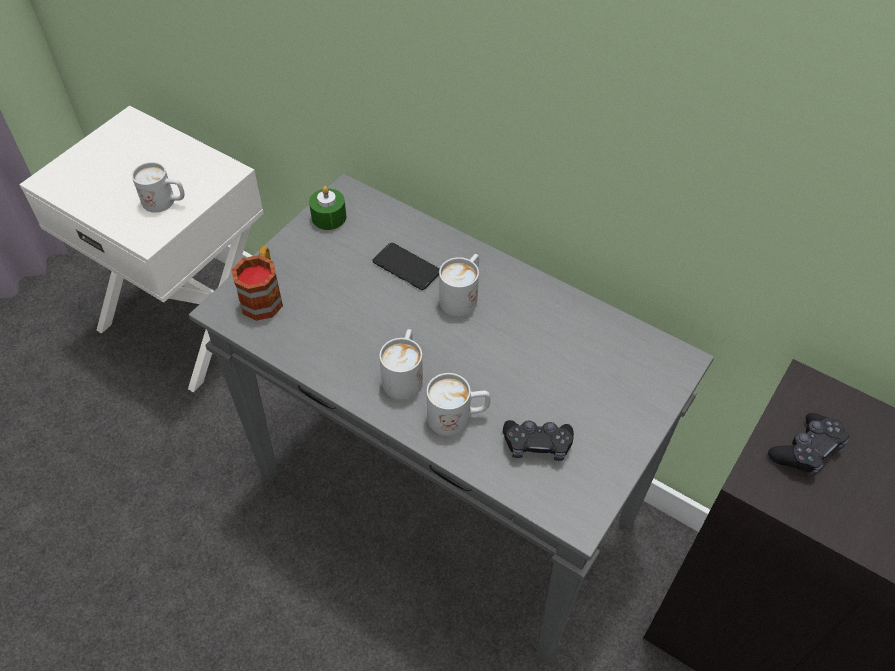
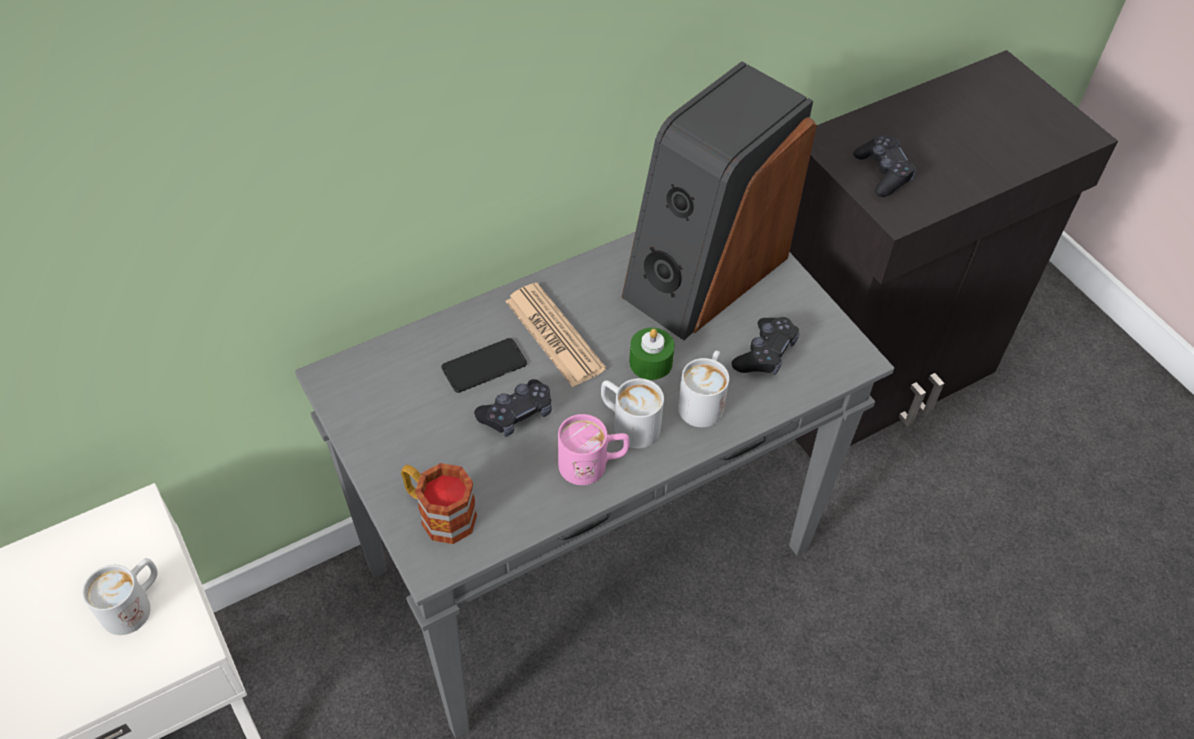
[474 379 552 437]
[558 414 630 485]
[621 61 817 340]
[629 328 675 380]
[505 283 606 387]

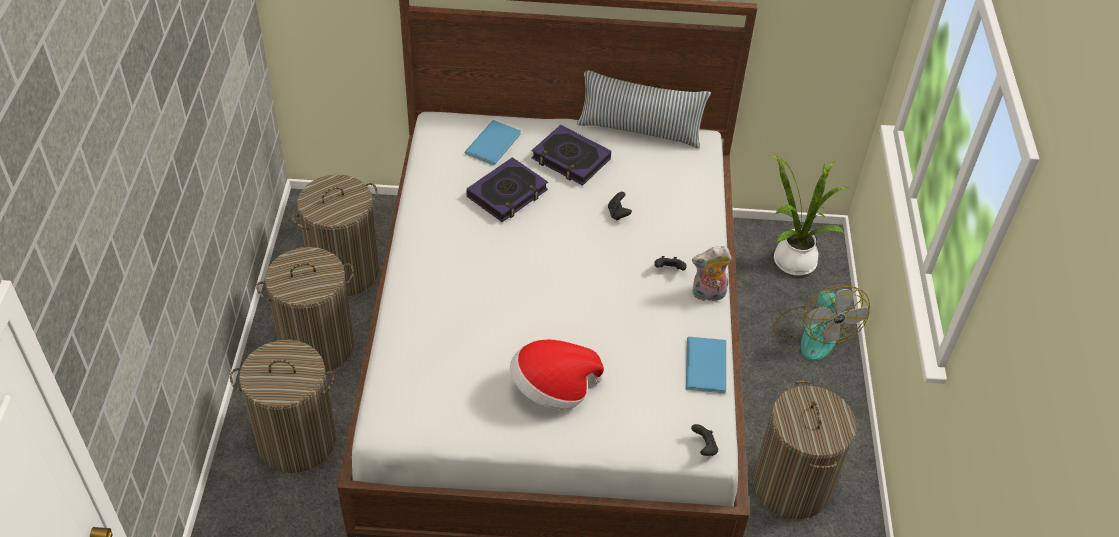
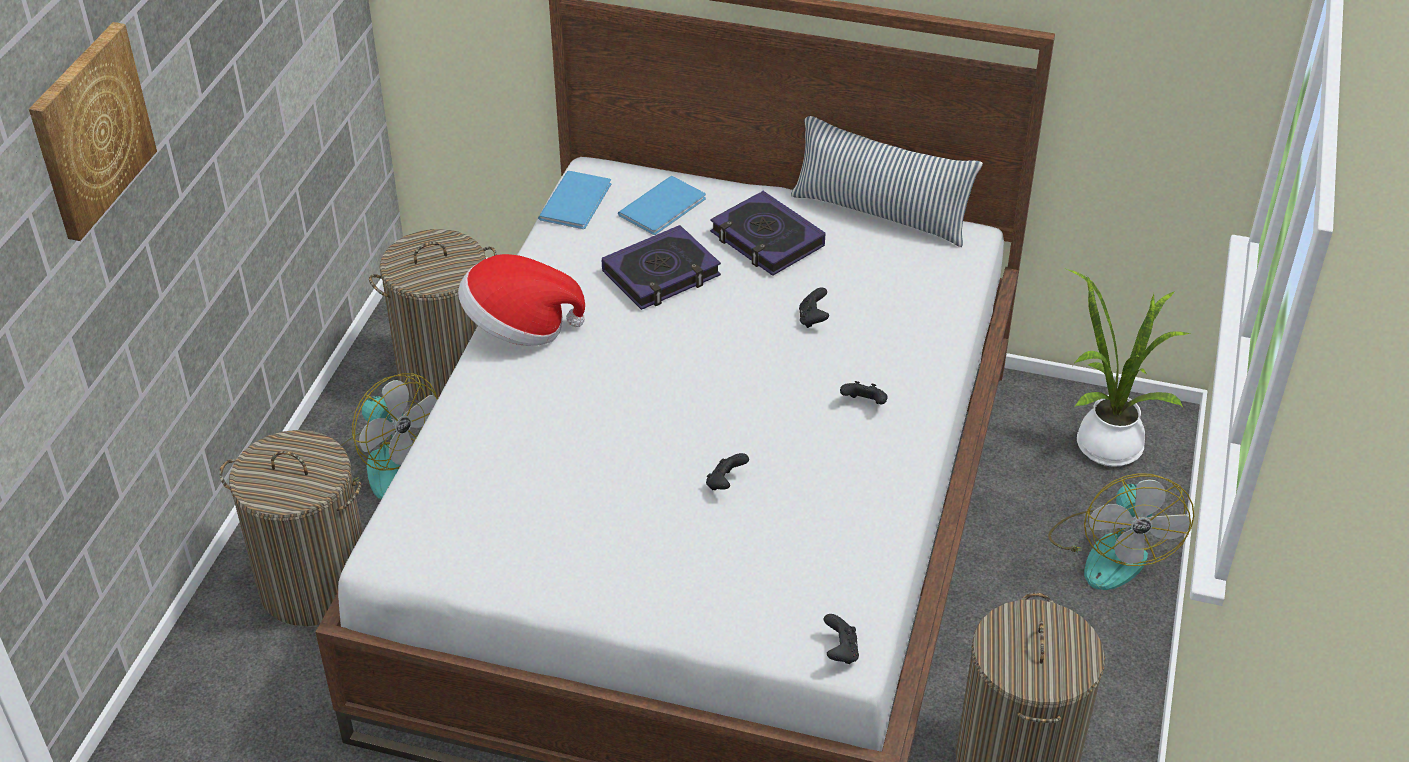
[692 246 732 301] (first image)
[29 22 157 241]
[706 453 749 490]
[458 254 585 346]
[538 171 611 229]
[341 373 438 499]

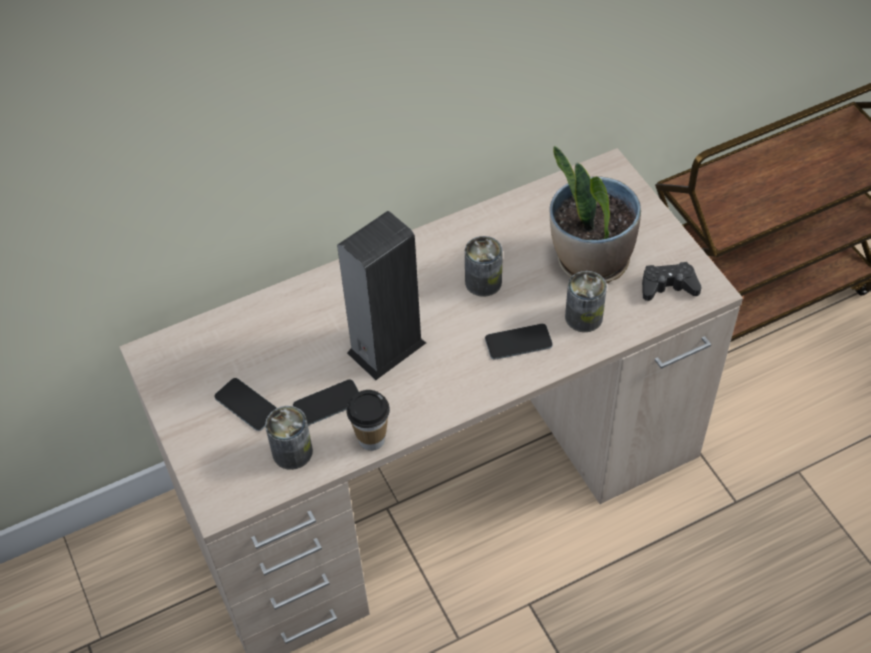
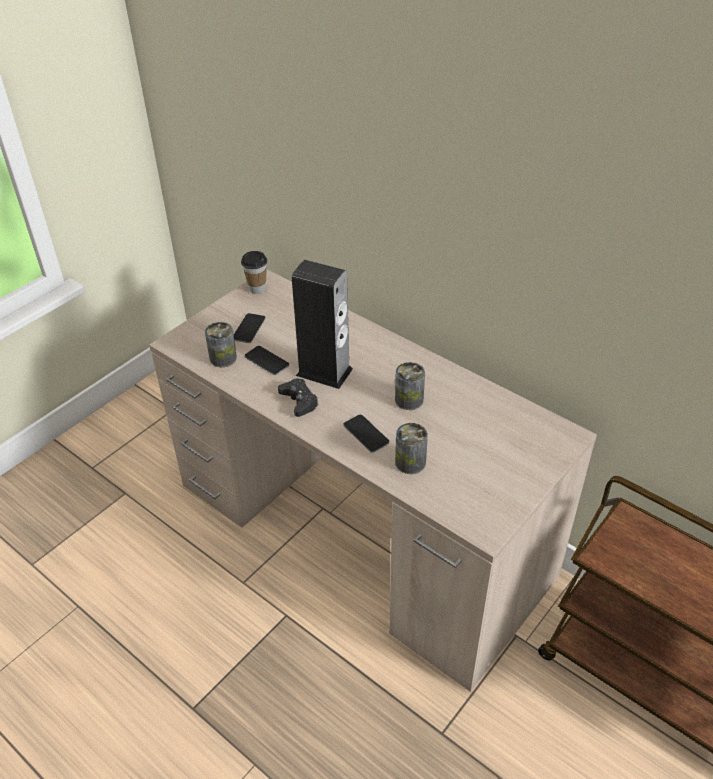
[549 145 641 283] (first image)
[241 251 267 294]
[278 378 319 417]

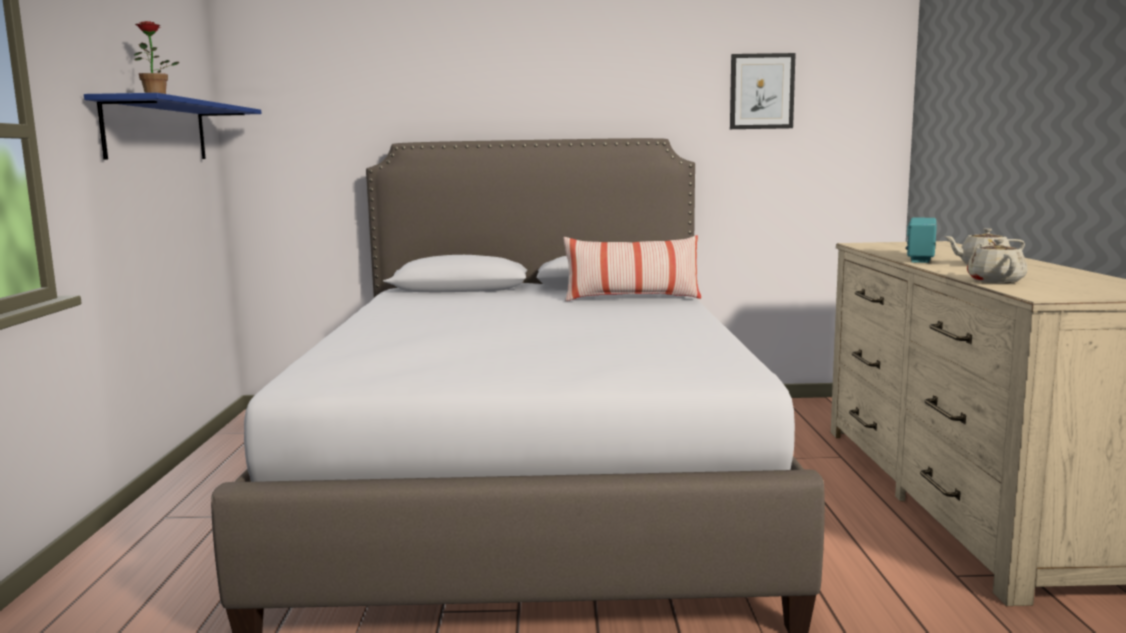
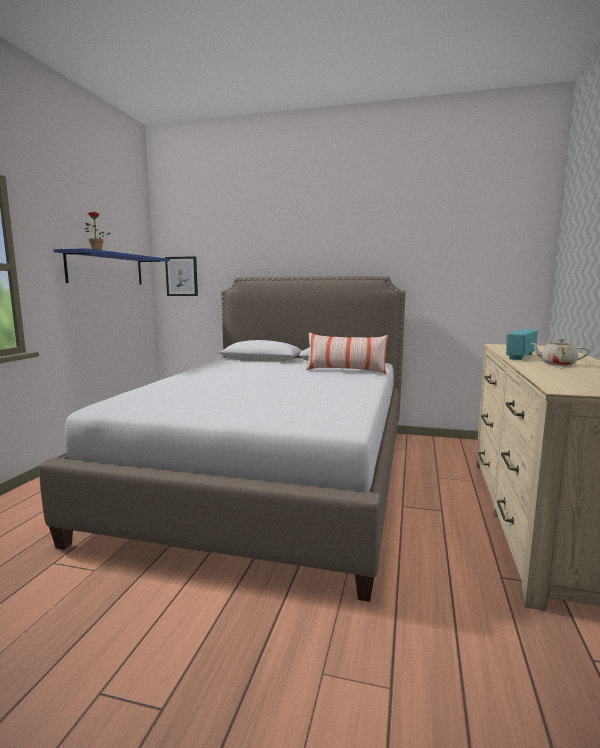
[967 239 1027 283] (first image)
[165 256 198 296]

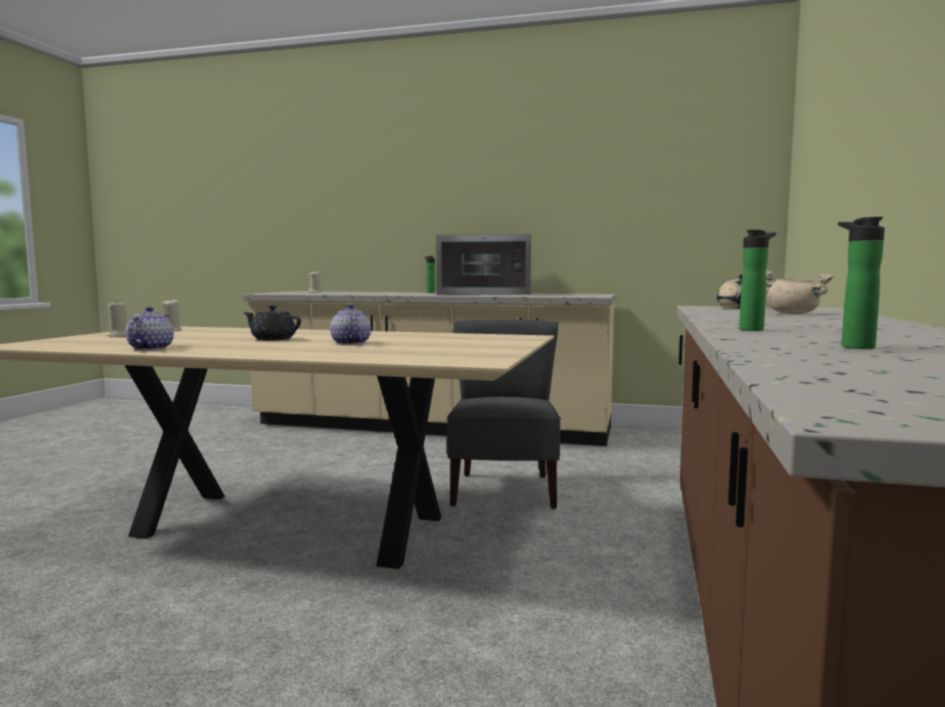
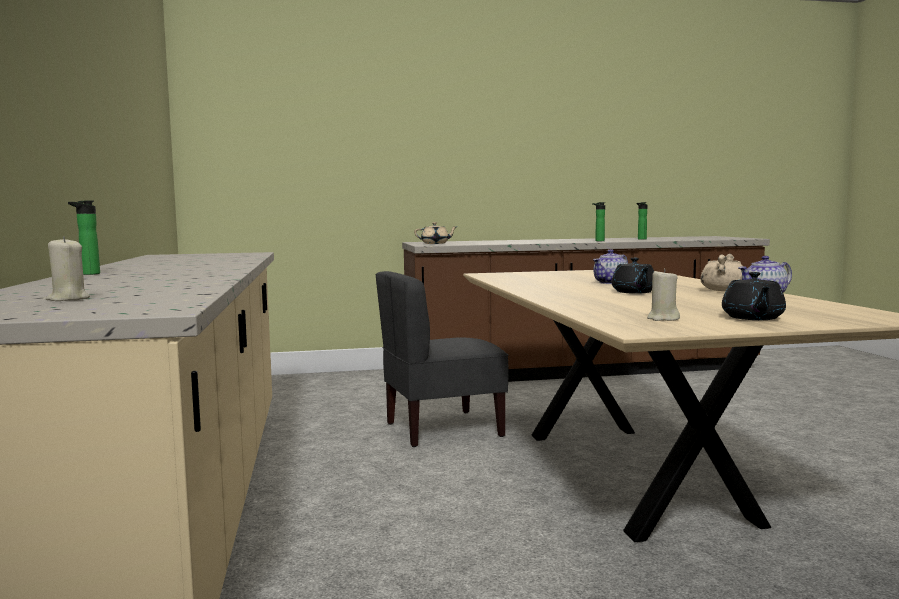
[436 234 531 295] (first image)
[701 254 742 291]
[722 272 786 320]

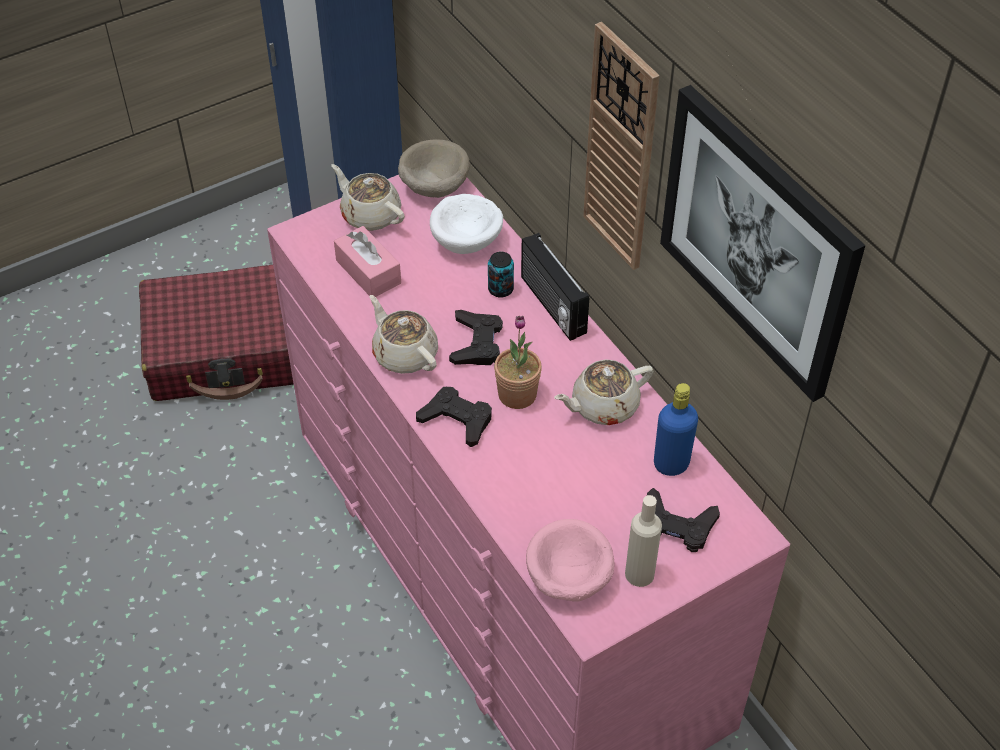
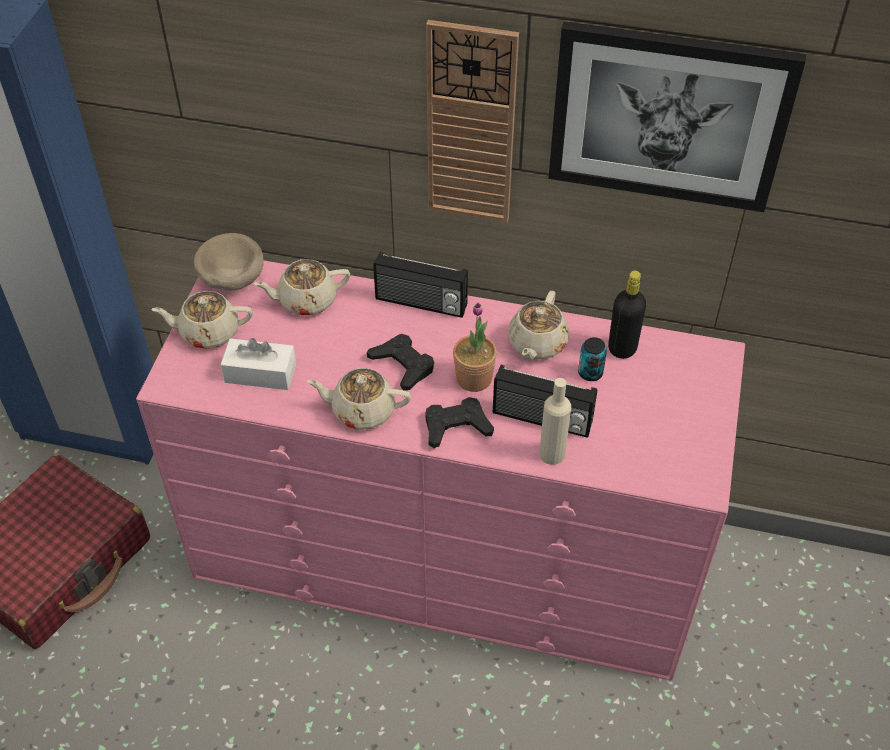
[526 519 615 601] (first image)
[647 488 720 552] (first image)
[493 365 597 438]
[578 337 607 381]
[539 378 571 465]
[254 259 350 315]
[220 338 296 390]
[608 271 646 359]

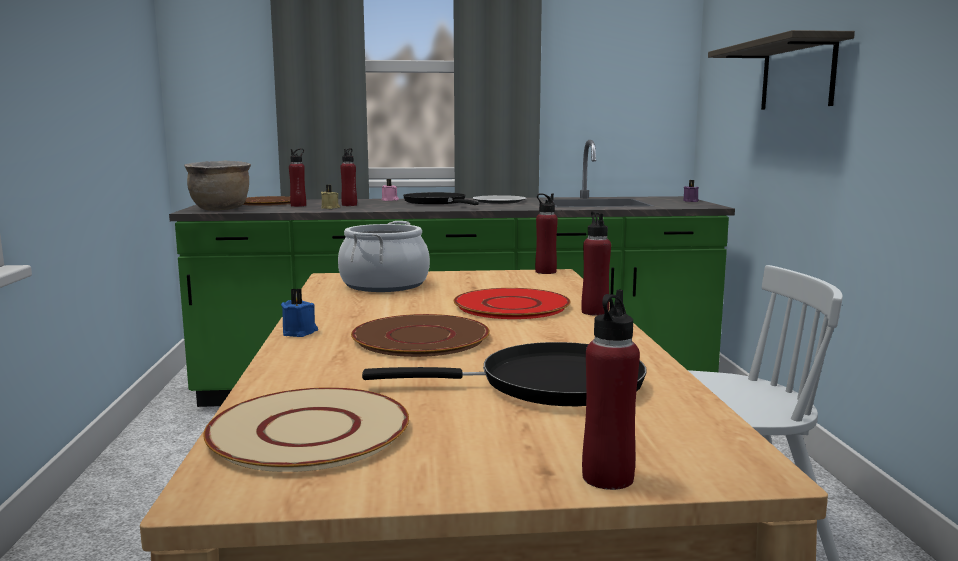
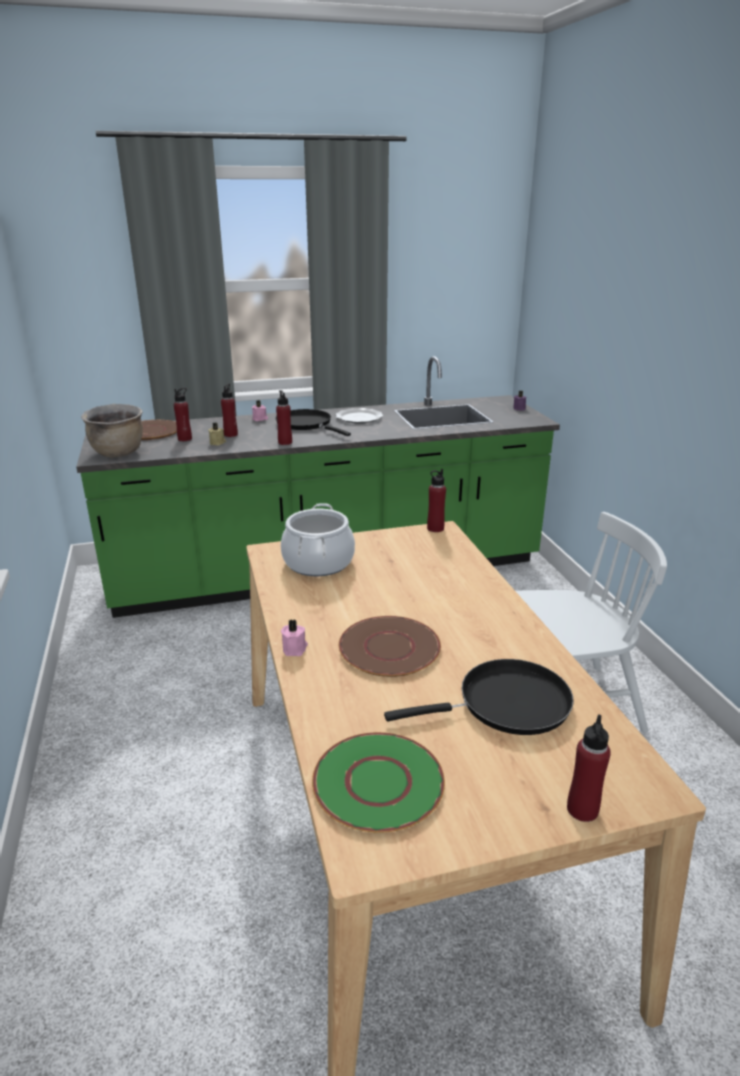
[454 288 571 319] (first image)
[708 30 855 110] (first image)
[276 390 292 445]
[312 732 445 833]
[281 619 308 656]

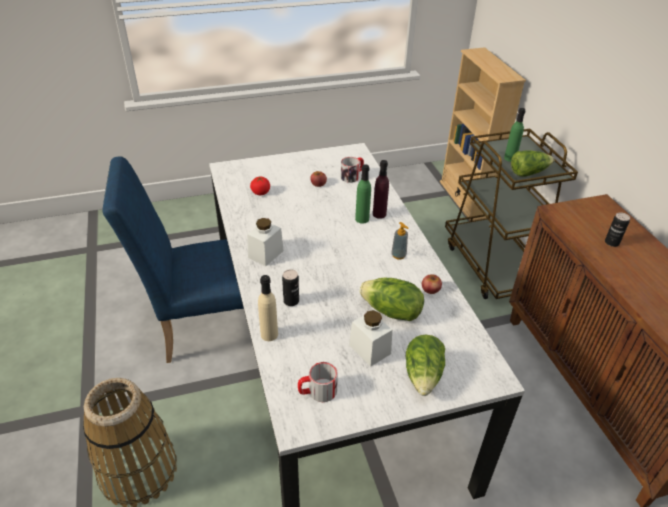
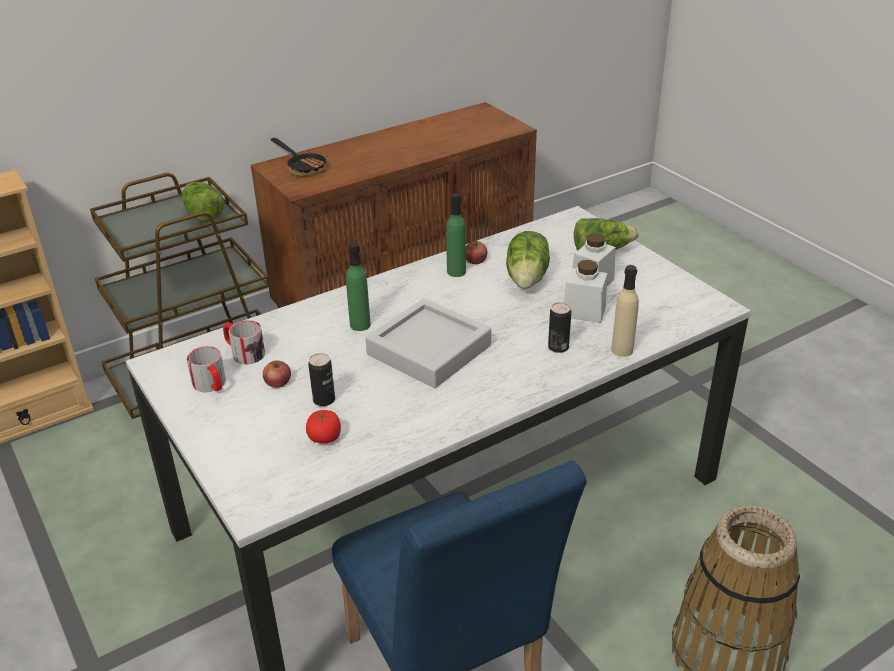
[373 160 389 219] (first image)
[391 222 408 260] (first image)
[271 138 328 176]
[366 298 491 388]
[564 260 607 323]
[187 346 226 392]
[446 193 466 277]
[308 353 335 406]

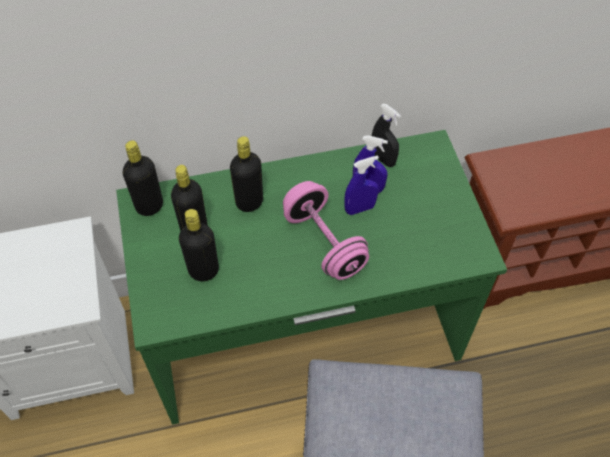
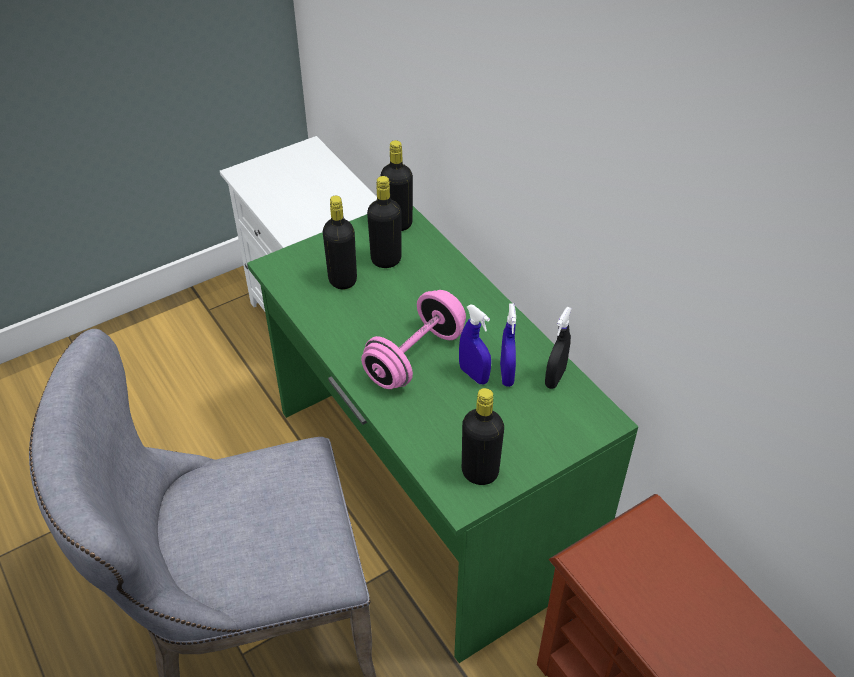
[462 388 504 485]

